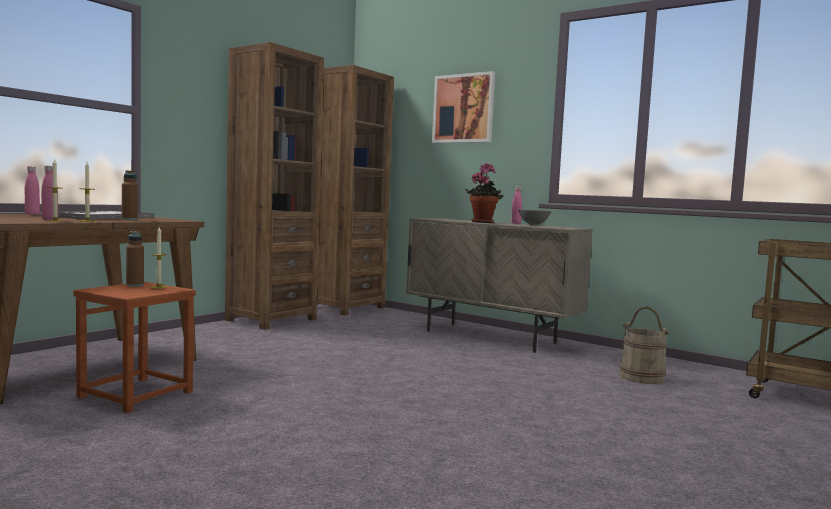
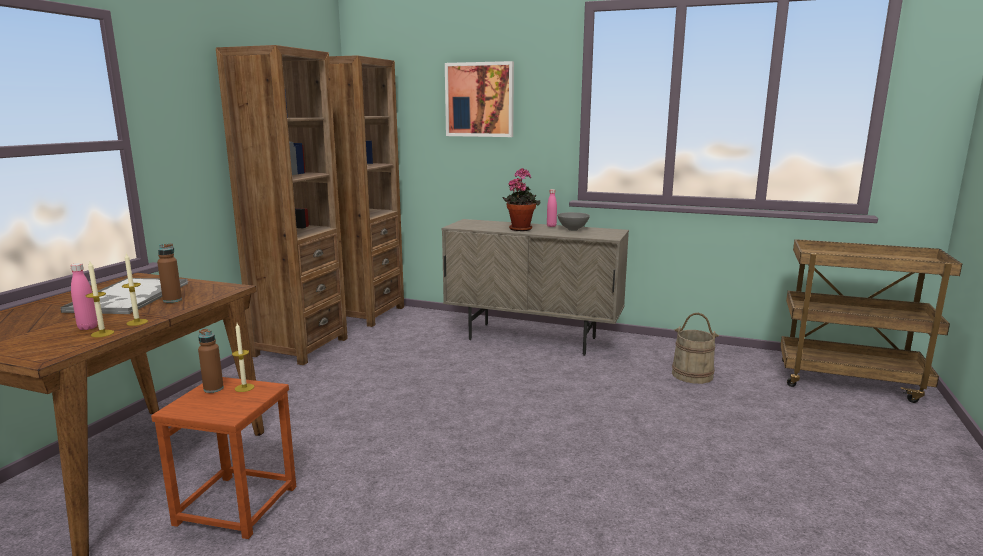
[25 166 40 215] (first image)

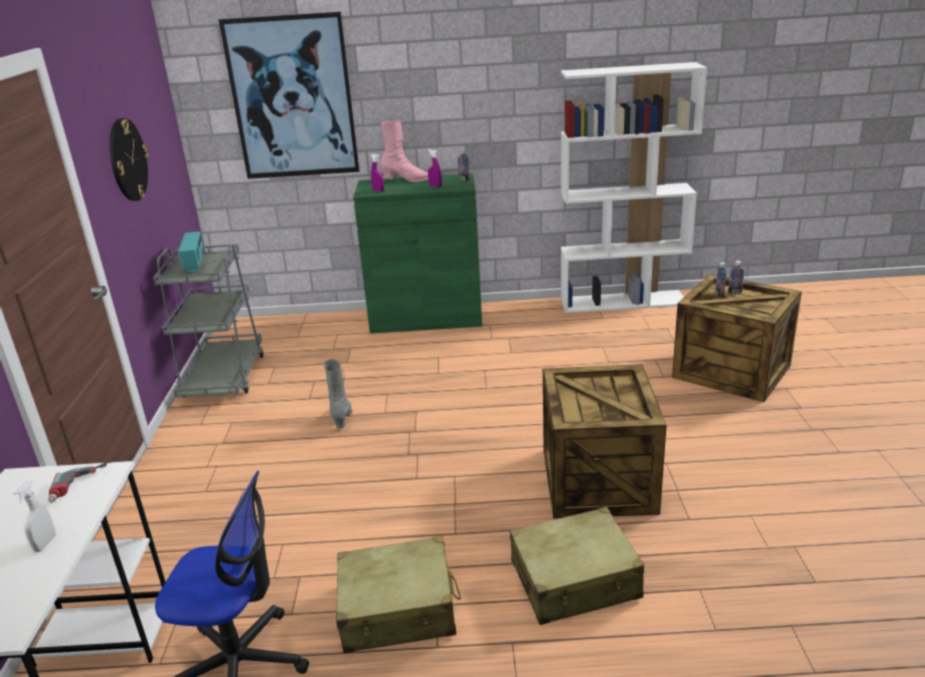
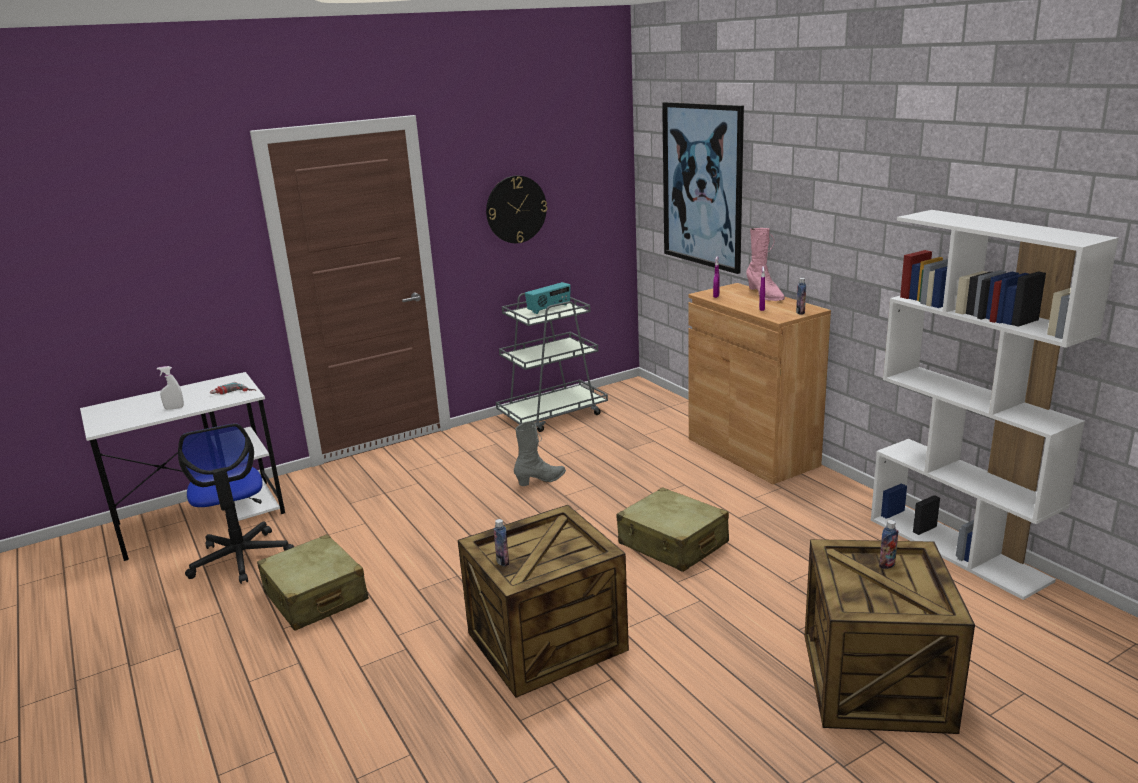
[616 487 729 572]
[493 519 509 566]
[688 283 831 484]

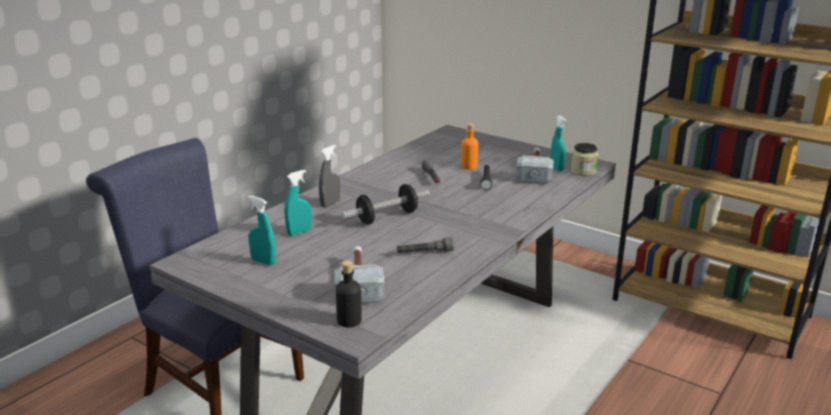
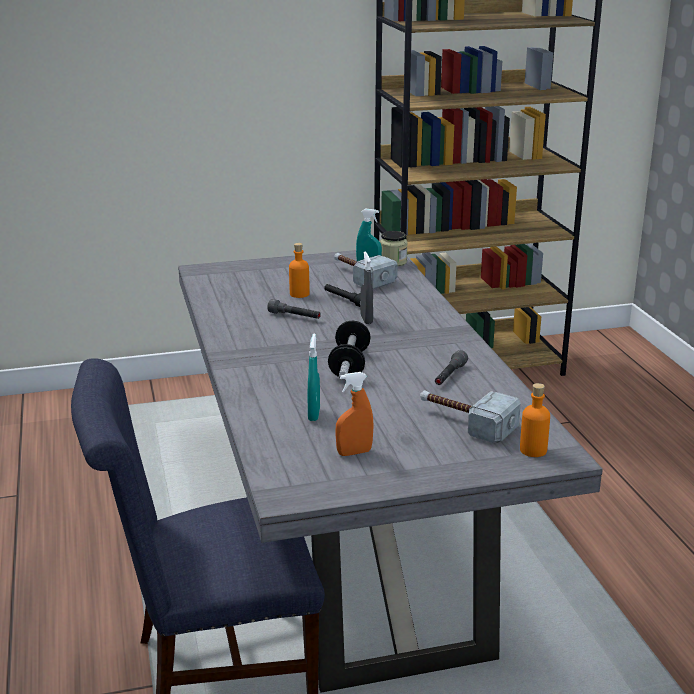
[360 252 373 324]
[336 372 374 456]
[520 383 550 457]

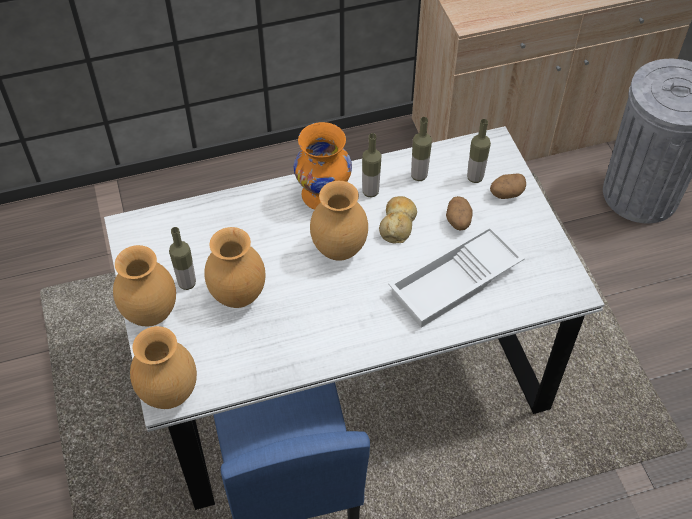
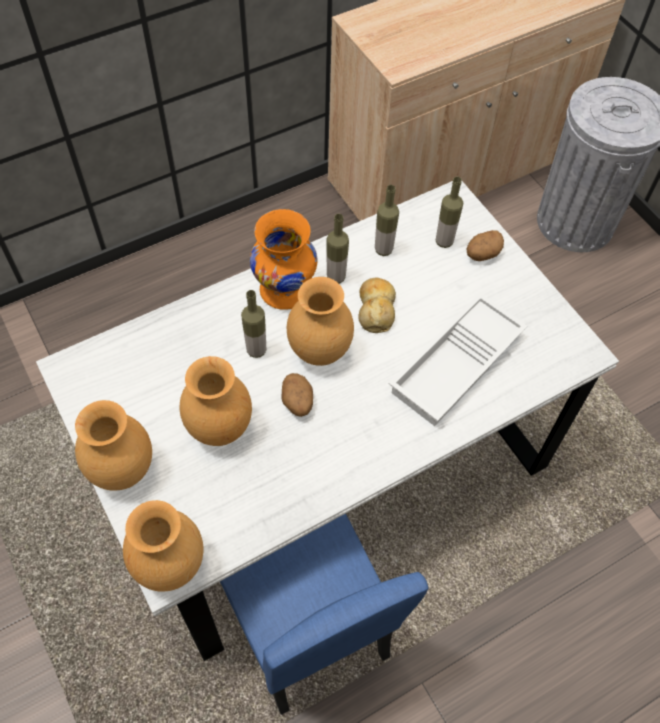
[241 290 266 358]
[282 373 313 417]

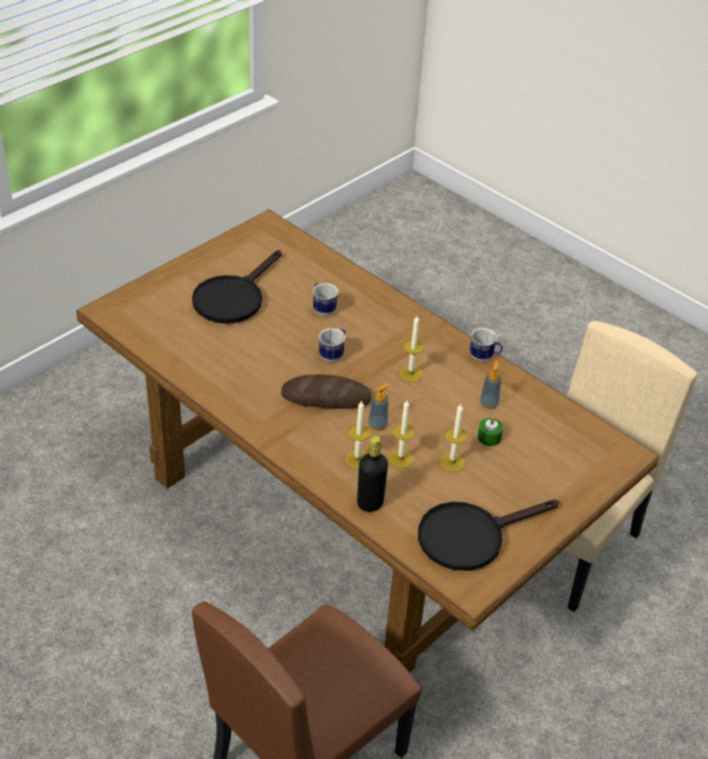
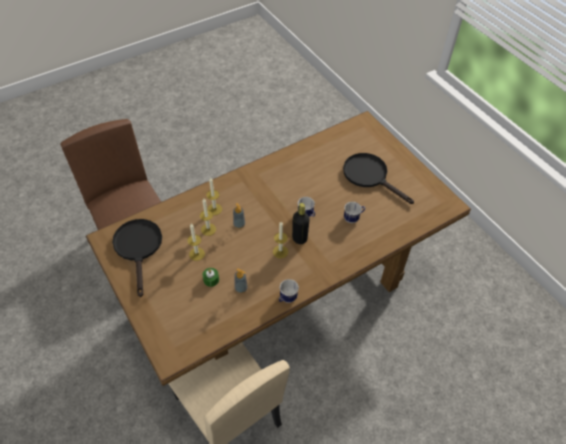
[281 374 371 409] (first image)
[292 203 310 244]

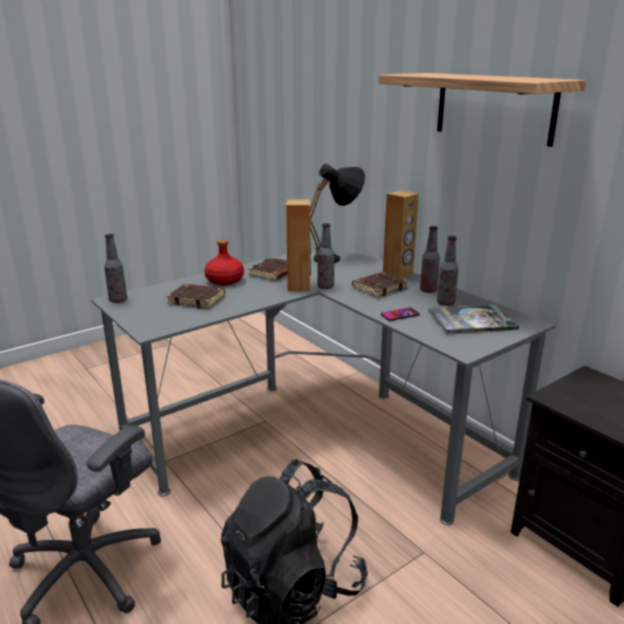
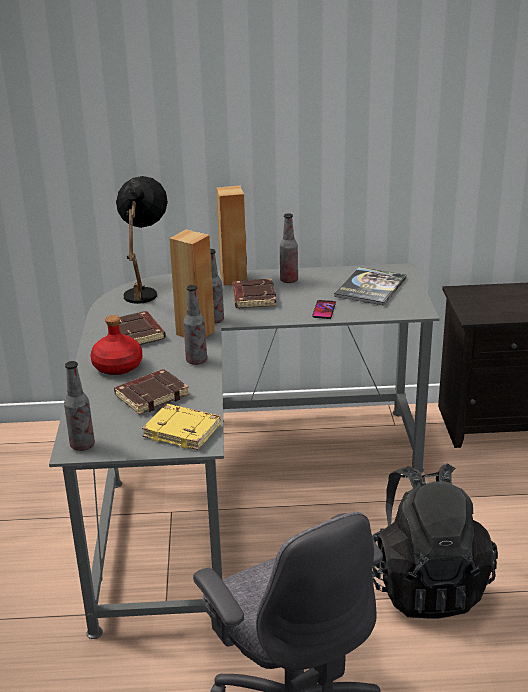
[379 73 586 147] (first image)
[142 404 221 450]
[183 285 207 365]

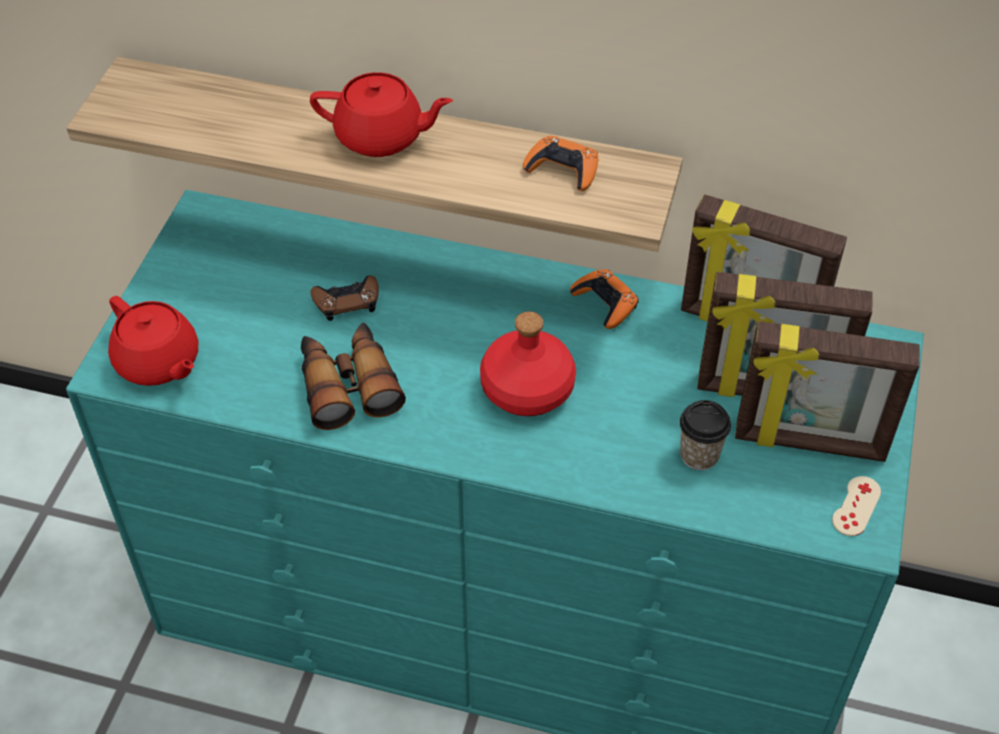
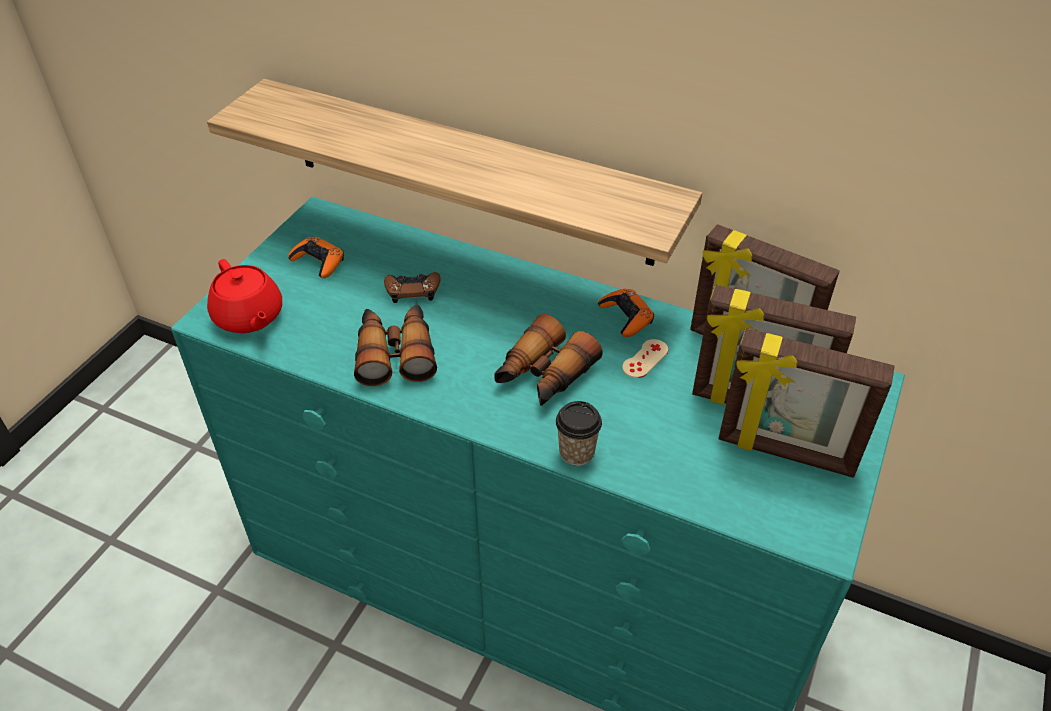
[310 72 453 157] (first image)
[288 237 344 278]
[556 401 602 466]
[622 339 668 378]
[494 314 603 406]

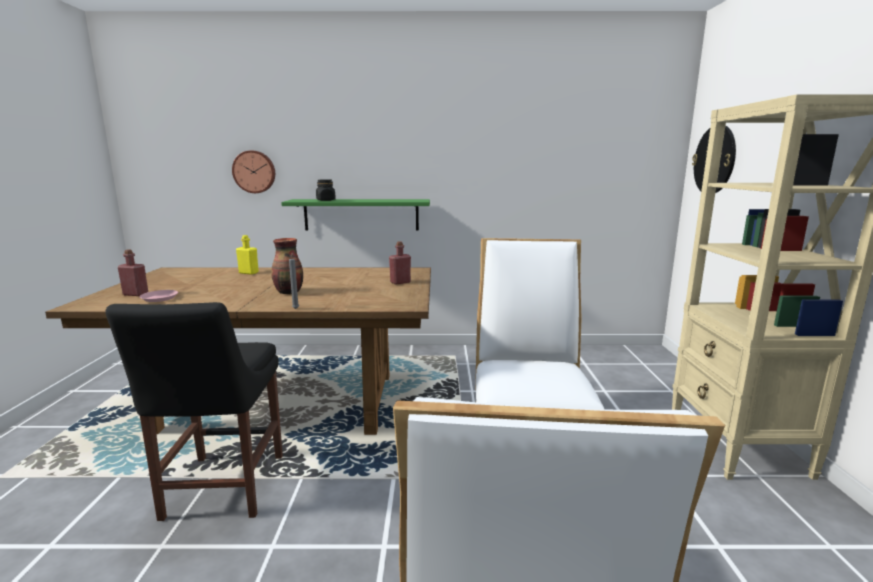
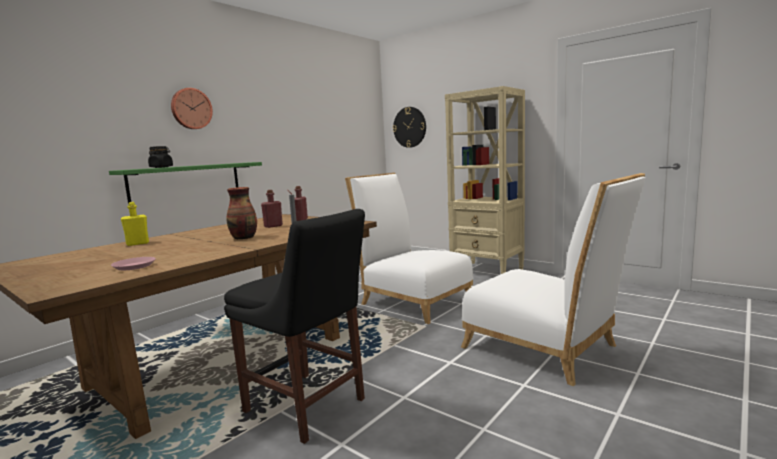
[261 190 283 228]
[171 88 213 129]

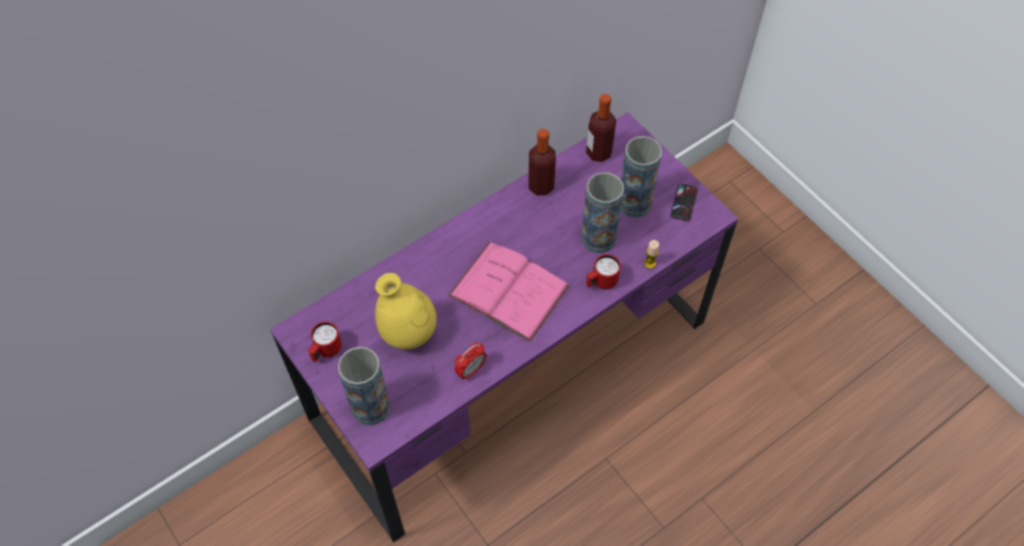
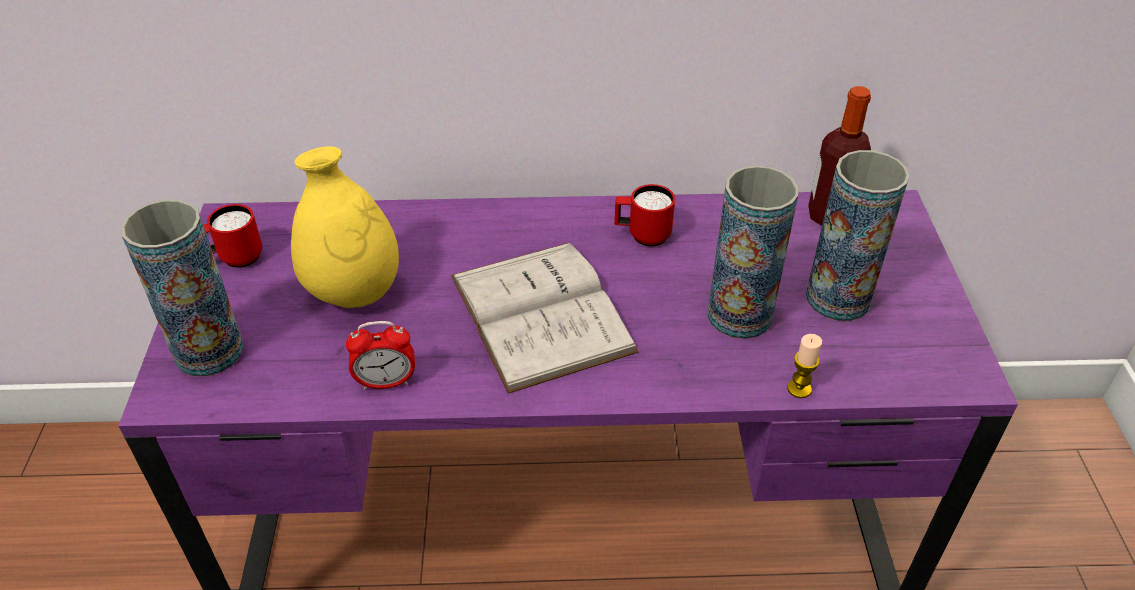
[528 129 556 195] (first image)
[670 183 698 221] (first image)
[614 184 675 246]
[451 242 639 394]

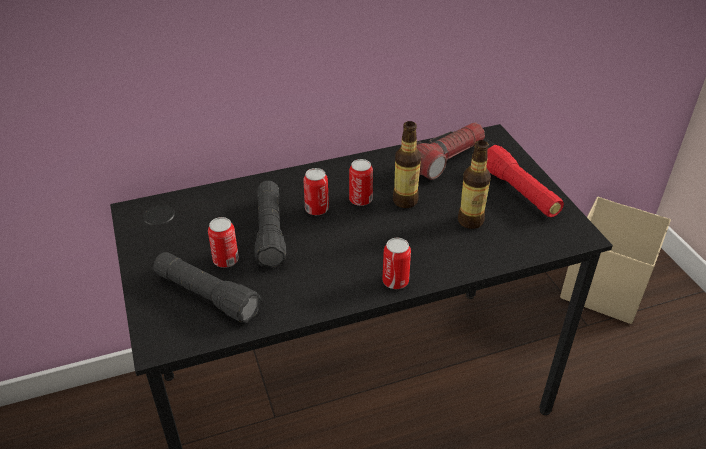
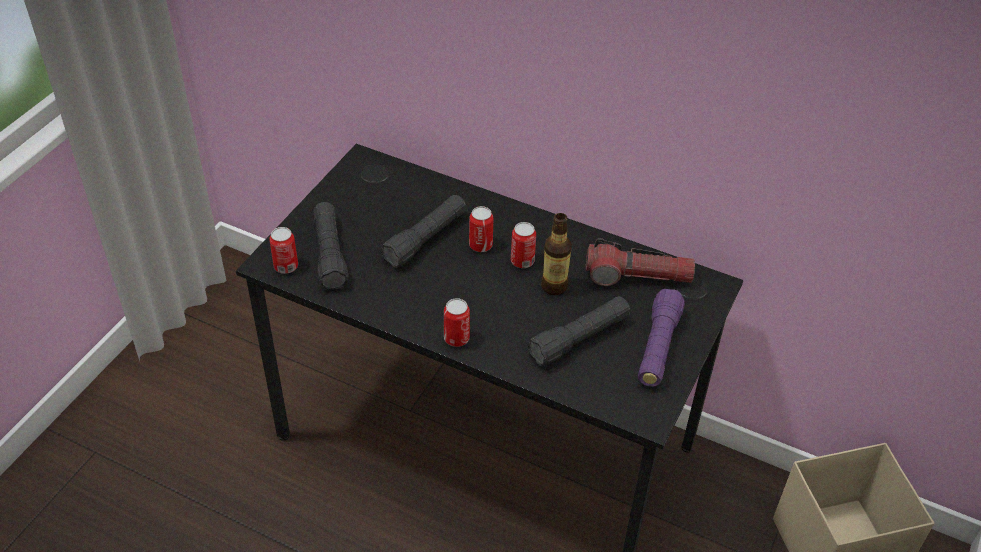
[269 227 298 274]
[527 297 630 366]
[638 289 685 387]

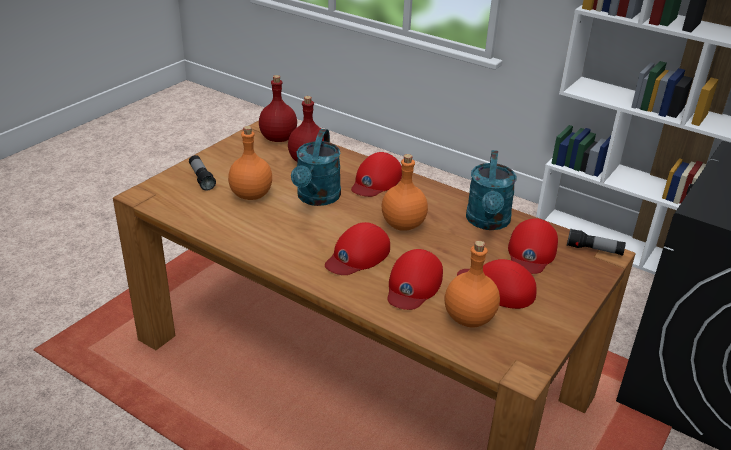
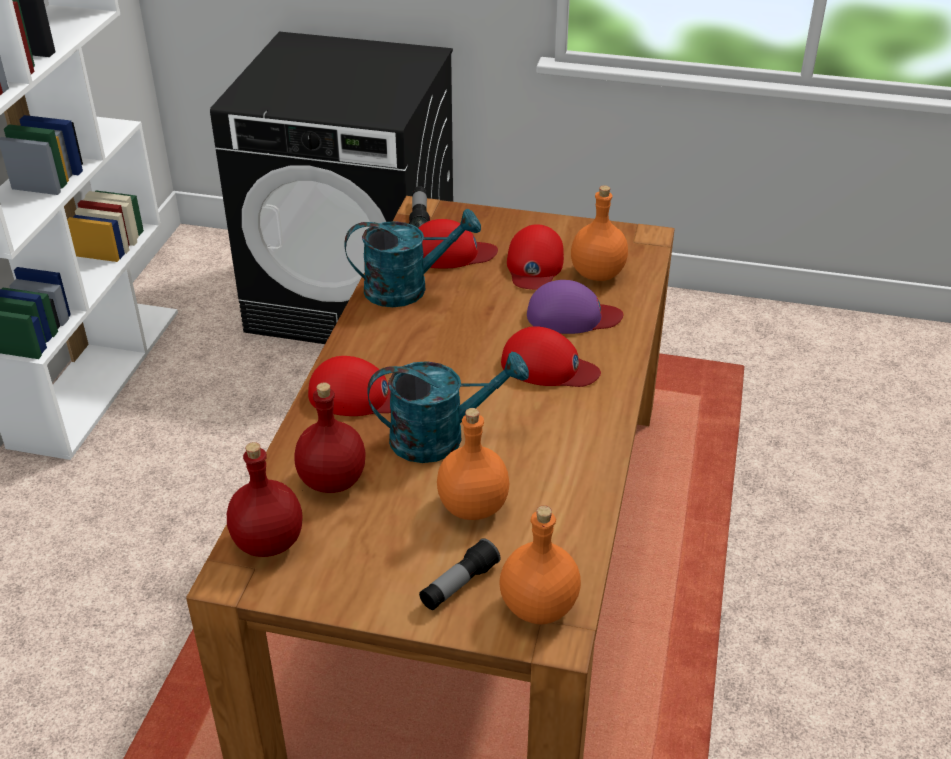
[499 505 581 624]
[527 280 623 334]

